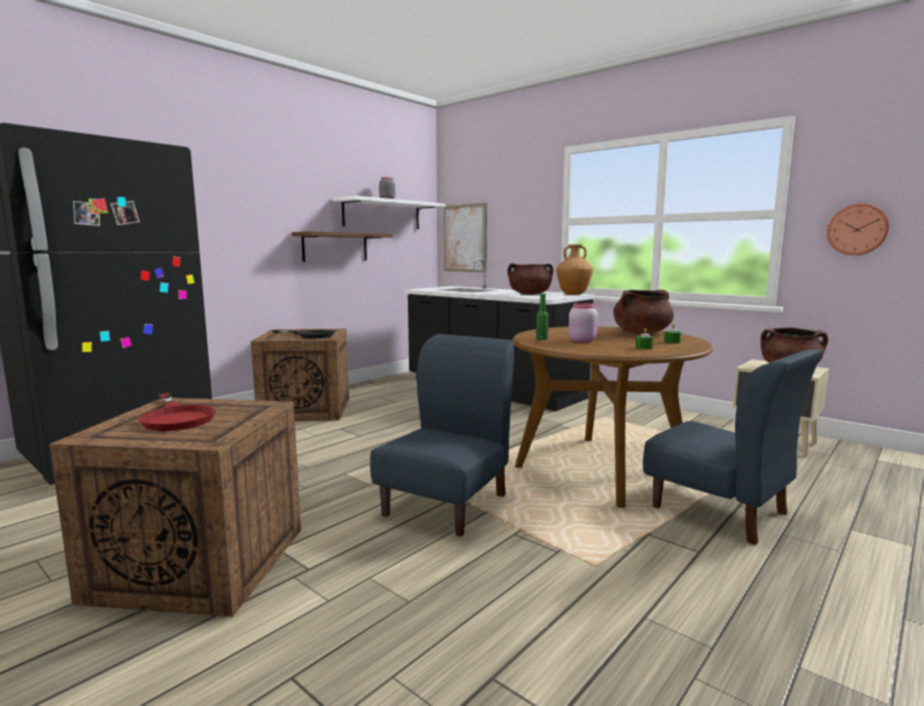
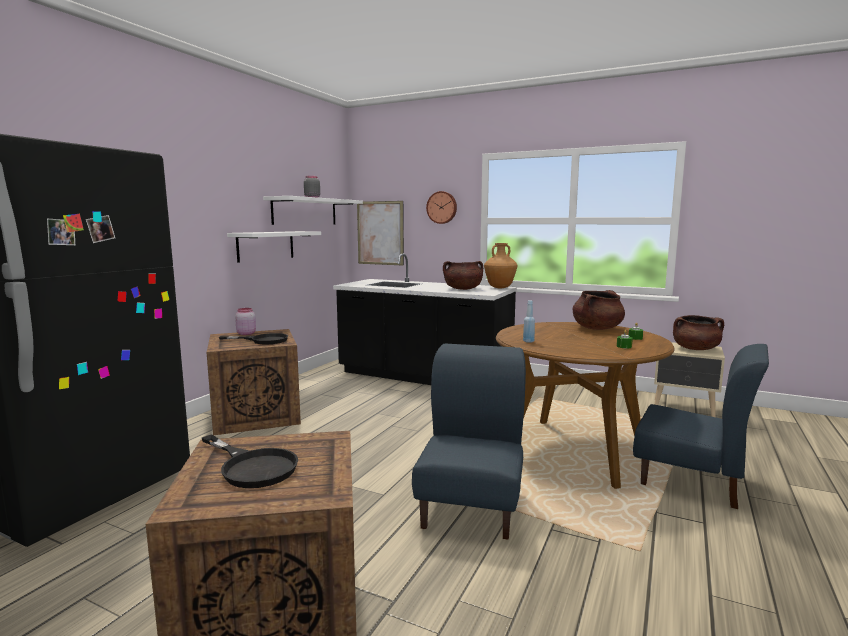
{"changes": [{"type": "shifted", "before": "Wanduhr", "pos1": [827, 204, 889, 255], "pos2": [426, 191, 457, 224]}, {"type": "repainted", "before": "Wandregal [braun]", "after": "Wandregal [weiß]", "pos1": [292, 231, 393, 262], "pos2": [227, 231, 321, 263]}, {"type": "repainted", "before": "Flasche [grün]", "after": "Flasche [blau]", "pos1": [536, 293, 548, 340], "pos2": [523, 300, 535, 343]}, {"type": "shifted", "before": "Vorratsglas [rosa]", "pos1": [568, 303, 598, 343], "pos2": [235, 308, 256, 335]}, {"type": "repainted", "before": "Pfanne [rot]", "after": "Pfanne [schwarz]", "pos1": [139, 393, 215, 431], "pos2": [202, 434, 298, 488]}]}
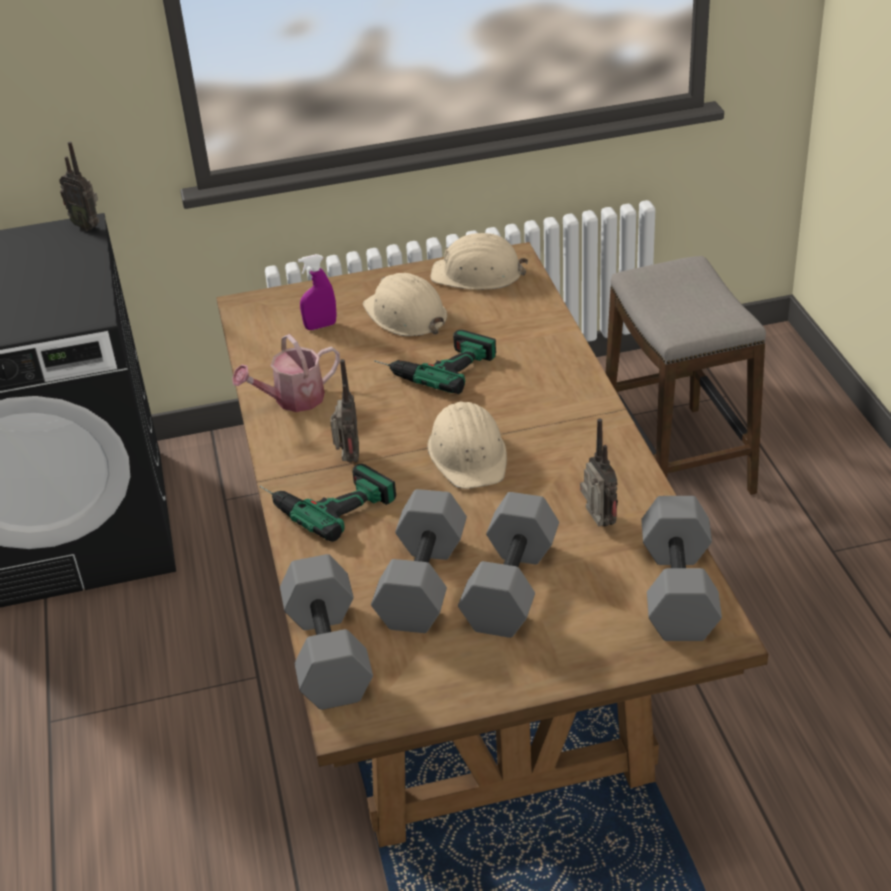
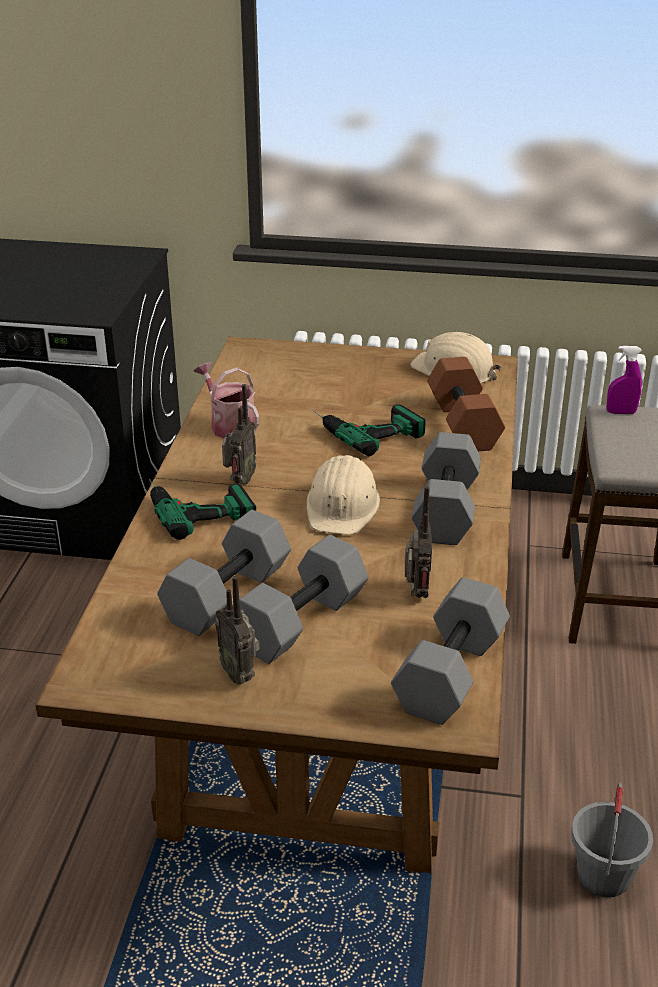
{"changes": [{"type": "shifted", "before": "Radio", "pos1": [59, 142, 100, 231], "pos2": [215, 576, 260, 685]}, {"type": "shifted", "before": "Sprühflasche [lila]", "pos1": [298, 254, 337, 330], "pos2": [607, 346, 642, 414]}, {"type": "gone", "before": "Schutzhelm [beige]", "pos1": [363, 273, 447, 336]}, {"type": "rotated", "before": "Gießkanne", "pos1": [232, 334, 340, 412], "pos2": [194, 362, 259, 438], "turn": 60}, {"type": "shifted", "before": "Hantel [grau]", "pos1": [280, 554, 373, 710], "pos2": [411, 432, 481, 545]}, {"type": "new", "after": "Hantel [braun]", "pos2": [427, 357, 505, 451]}, {"type": "new", "after": "Eimer [grau]", "pos2": [571, 782, 653, 898]}]}
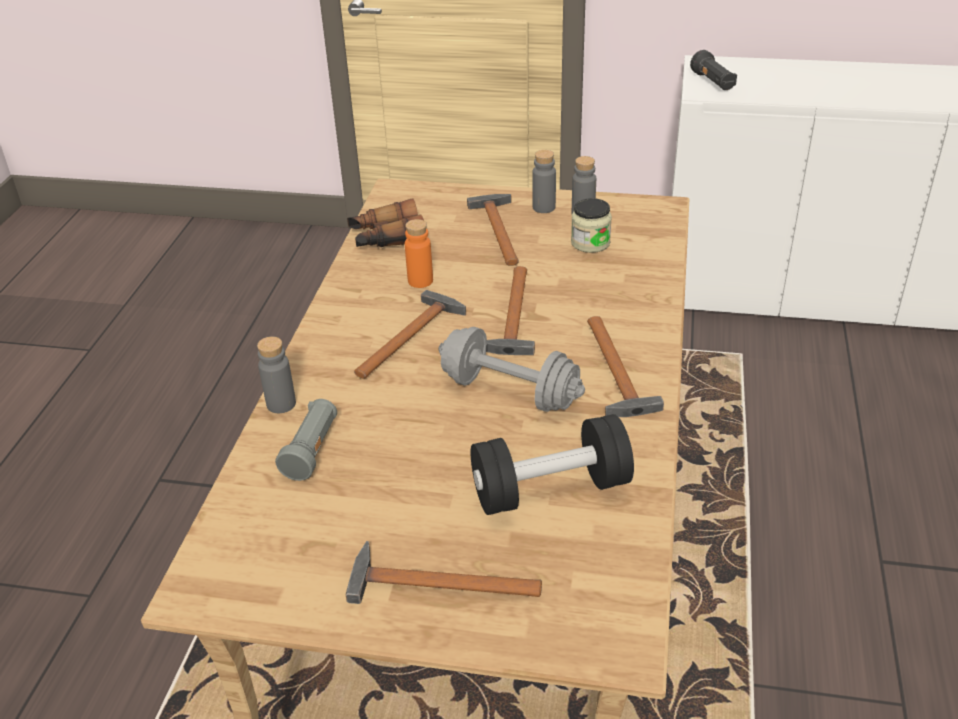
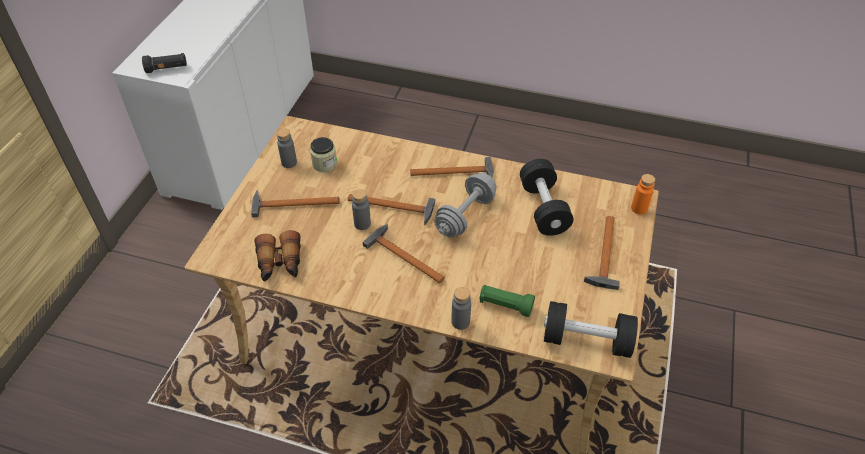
{"changes": [{"type": "shifted", "before": "Flasche [grau]", "pos1": [532, 150, 556, 213], "pos2": [352, 189, 371, 230]}, {"type": "shifted", "before": "Flasche [orange]", "pos1": [405, 219, 433, 288], "pos2": [631, 174, 655, 215]}, {"type": "repainted", "before": "Taschenlampe [grau]", "after": "Taschenlampe [grün]", "pos1": [275, 399, 337, 481], "pos2": [480, 285, 535, 317]}, {"type": "new", "after": "Hantel [schwarz]", "pos2": [544, 301, 638, 358]}]}
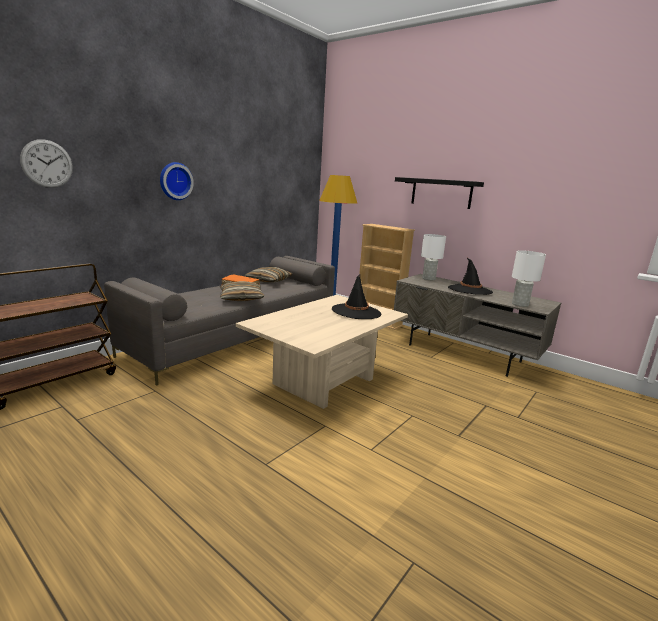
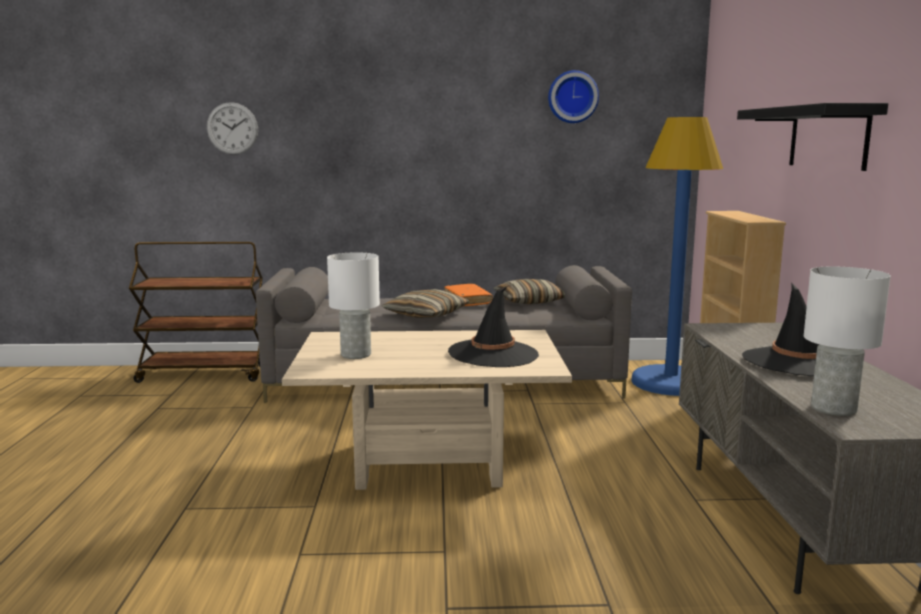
{"changes": [{"type": "shifted", "before": "Wanduhr", "pos1": [160, 162, 194, 200], "pos2": [548, 70, 599, 123]}, {"type": "shifted", "before": "Tischlampe [weiß]", "pos1": [421, 234, 446, 280], "pos2": [327, 252, 380, 359]}]}
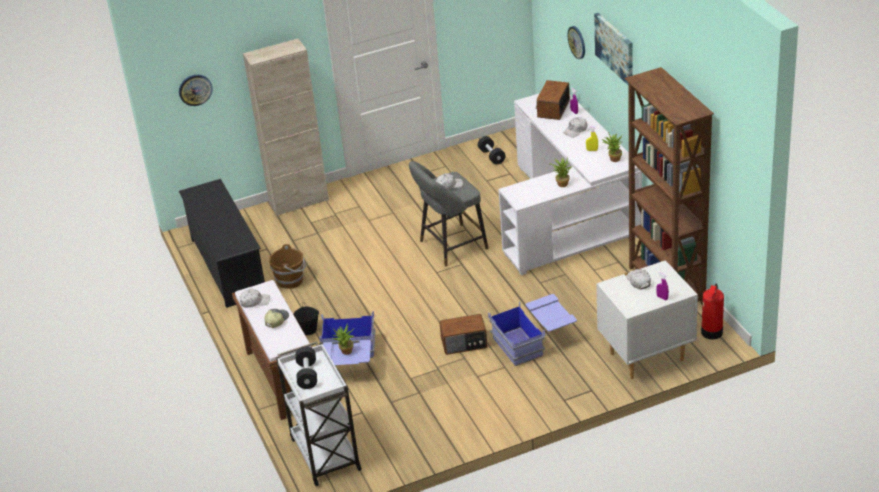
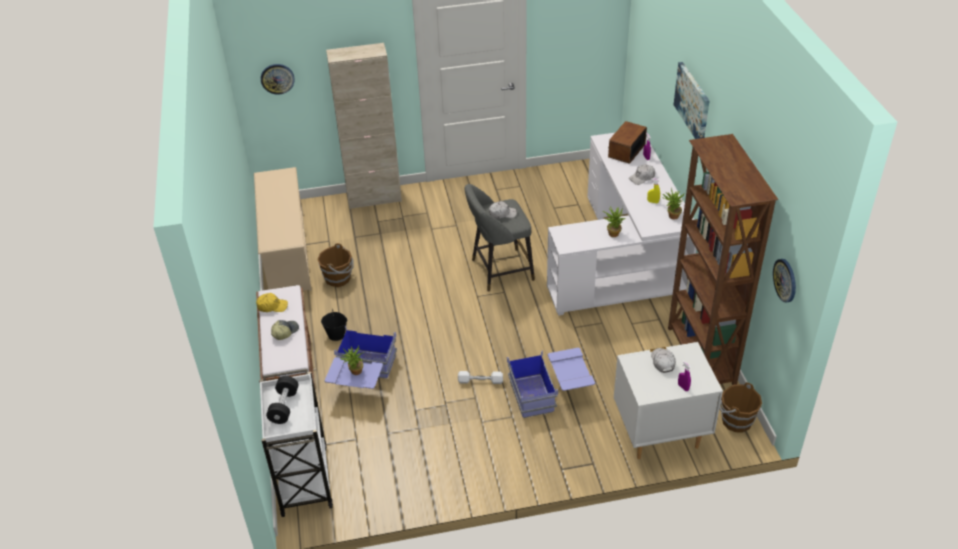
{"changes": [{"type": "shifted", "before": "Wanduhr", "pos1": [568, 26, 585, 59], "pos2": [773, 259, 796, 303]}, {"type": "gone", "before": "Hantel [schwarz]", "pos1": [478, 136, 506, 165]}, {"type": "repainted", "before": "Schuhregal [schwarz]", "after": "Schuhregal [beige]", "pos1": [179, 179, 265, 308], "pos2": [254, 167, 312, 291]}, {"type": "swapped", "before": "Feuerlöscher", "after": "Eimer [braun]", "pos1": [701, 284, 724, 339], "pos2": [720, 382, 762, 432]}, {"type": "repainted", "before": "Kappe [weiß]", "after": "Kappe [gelb]", "pos1": [239, 289, 270, 308], "pos2": [256, 293, 288, 312]}, {"type": "swapped", "before": "Radio", "after": "Hantel [weiß]", "pos1": [439, 314, 487, 355], "pos2": [458, 371, 503, 384]}]}
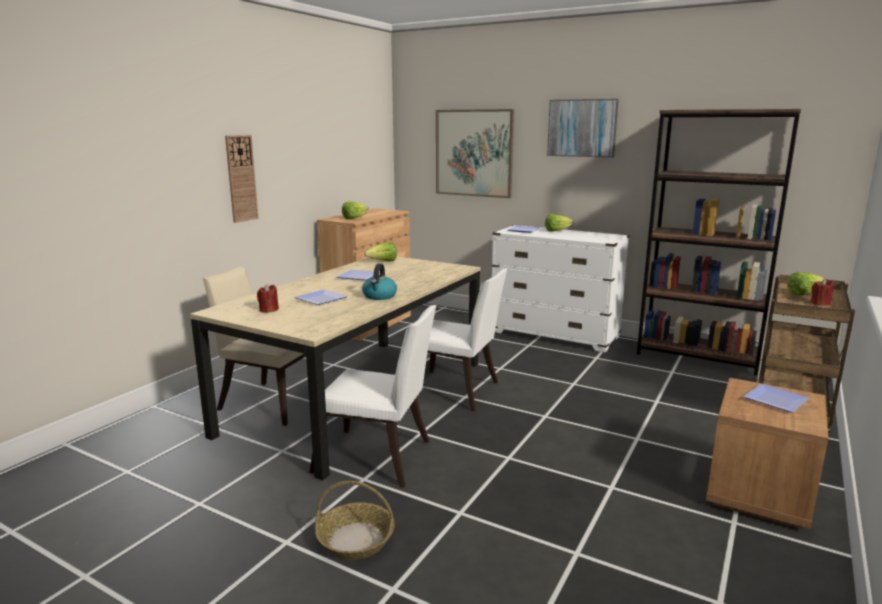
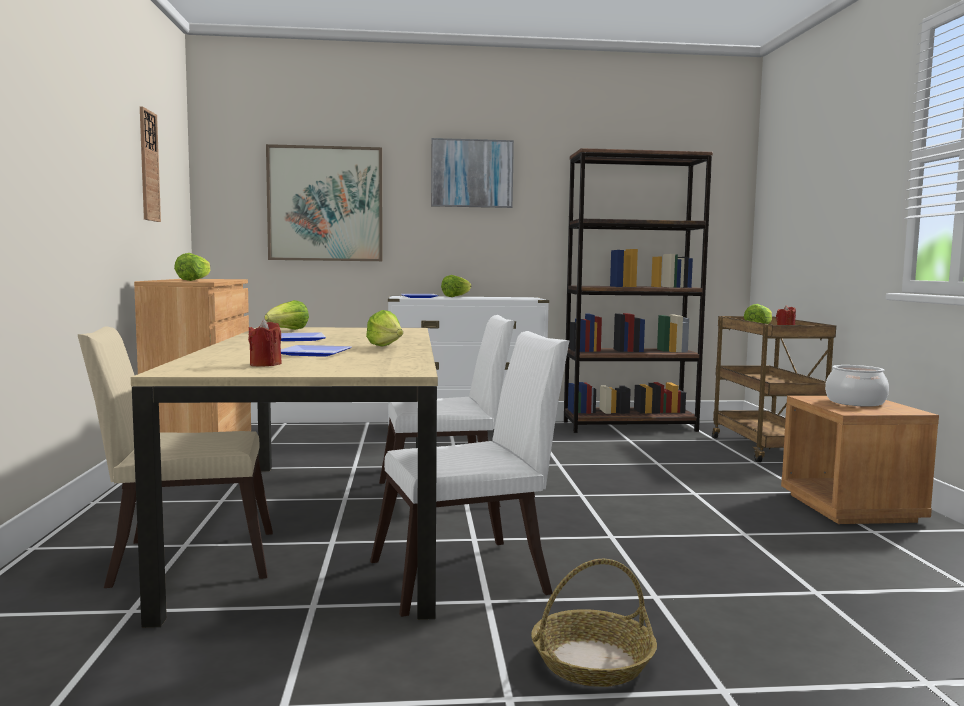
{"changes": [{"type": "shifted", "before": "Wanduhr", "pos1": [225, 135, 259, 223], "pos2": [140, 107, 161, 222]}, {"type": "swapped", "before": "Wasserkessel", "after": "Salatkopf", "pos1": [362, 264, 397, 300], "pos2": [366, 310, 403, 346]}, {"type": "swapped", "before": "Teller", "after": "Kochtopf", "pos1": [743, 384, 810, 413], "pos2": [825, 365, 889, 407]}]}
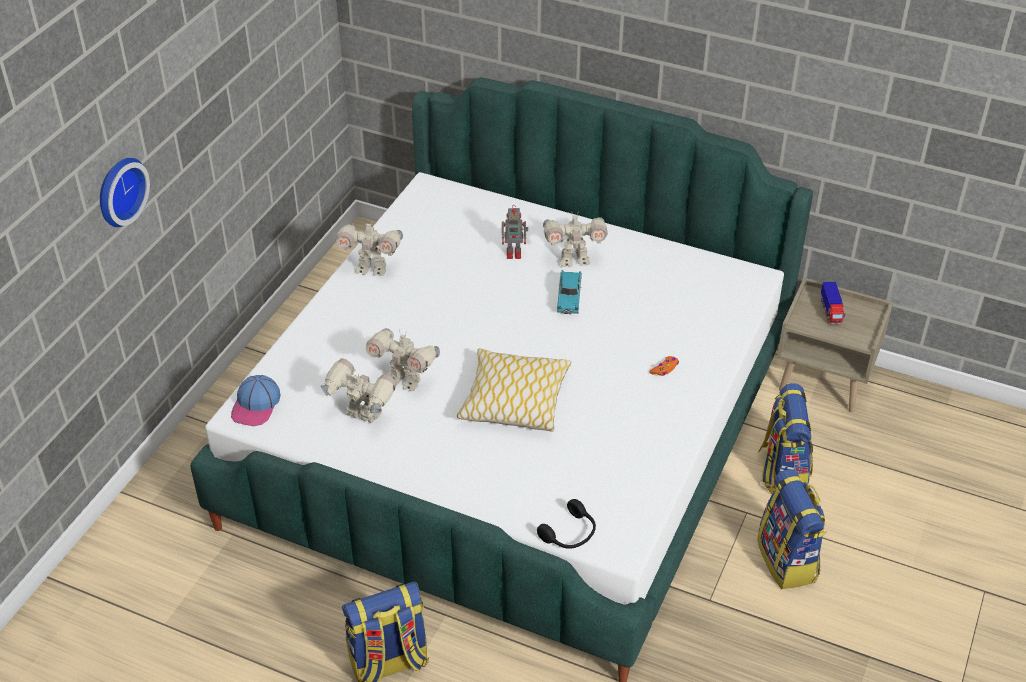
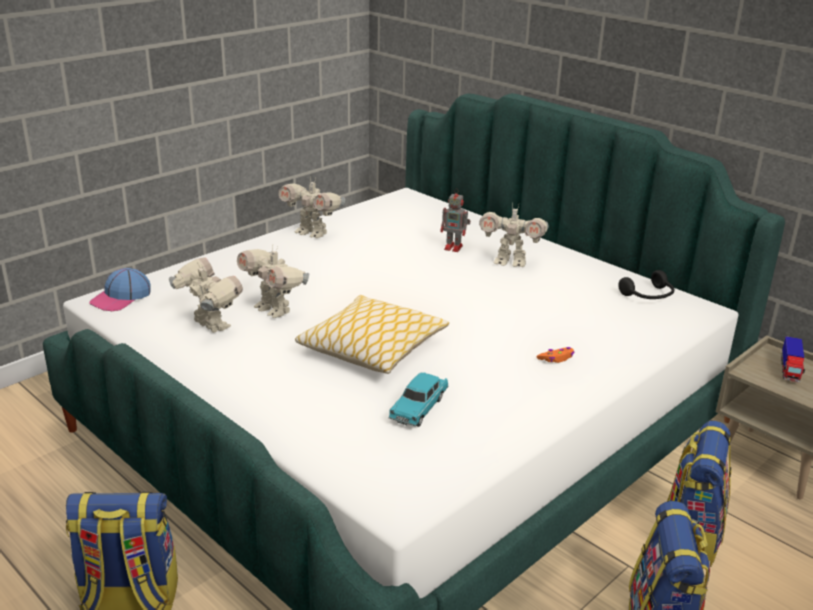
{"changes": [{"type": "gone", "before": "Wanduhr", "pos1": [100, 158, 150, 227]}, {"type": "shifted", "before": "Spielzeugauto [türkis]", "pos1": [557, 270, 582, 314], "pos2": [389, 372, 448, 427]}, {"type": "shifted", "before": "Kopfhörer [schwarz]", "pos1": [537, 499, 596, 549], "pos2": [618, 270, 675, 299]}]}
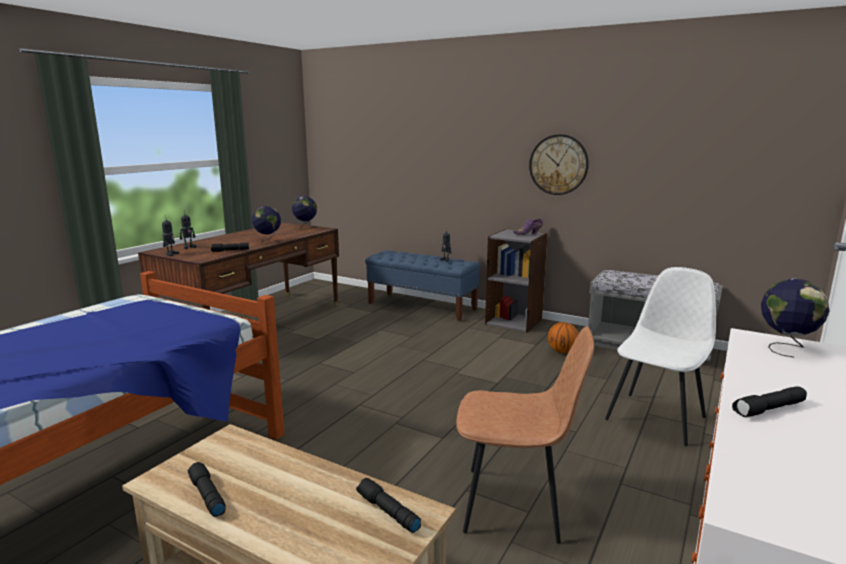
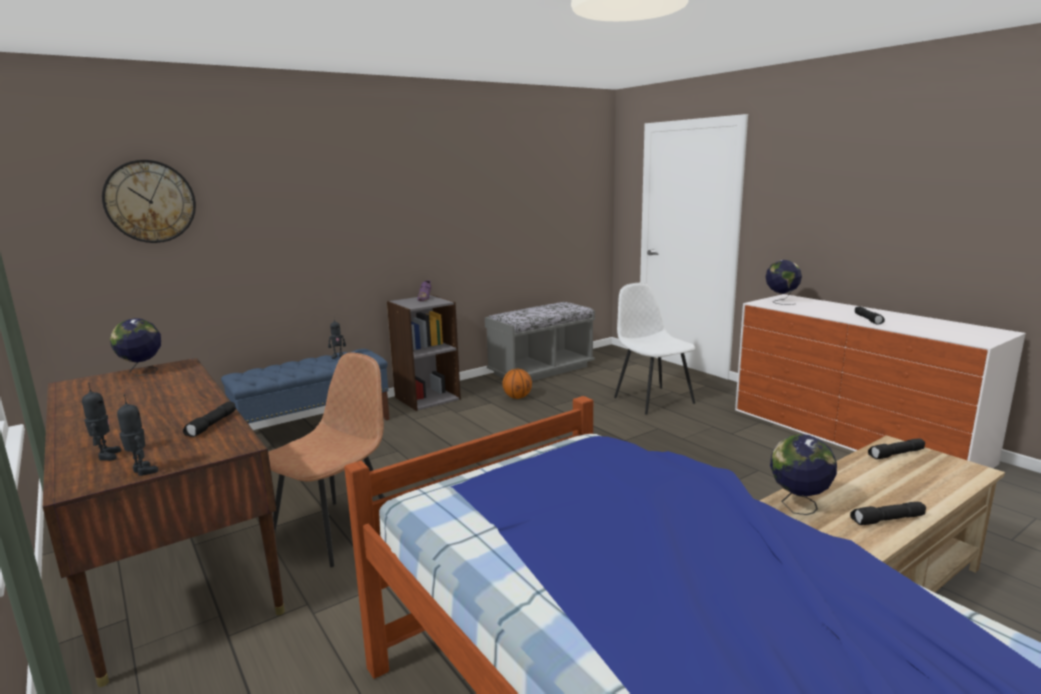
{"changes": [{"type": "shifted", "before": "Wanduhr", "pos1": [529, 134, 589, 195], "pos2": [102, 160, 196, 243]}, {"type": "shifted", "before": "Globus", "pos1": [252, 206, 281, 244], "pos2": [770, 434, 837, 515]}, {"type": "shifted", "before": "Stuhl [braun]", "pos1": [456, 326, 594, 544], "pos2": [268, 352, 384, 567]}]}
